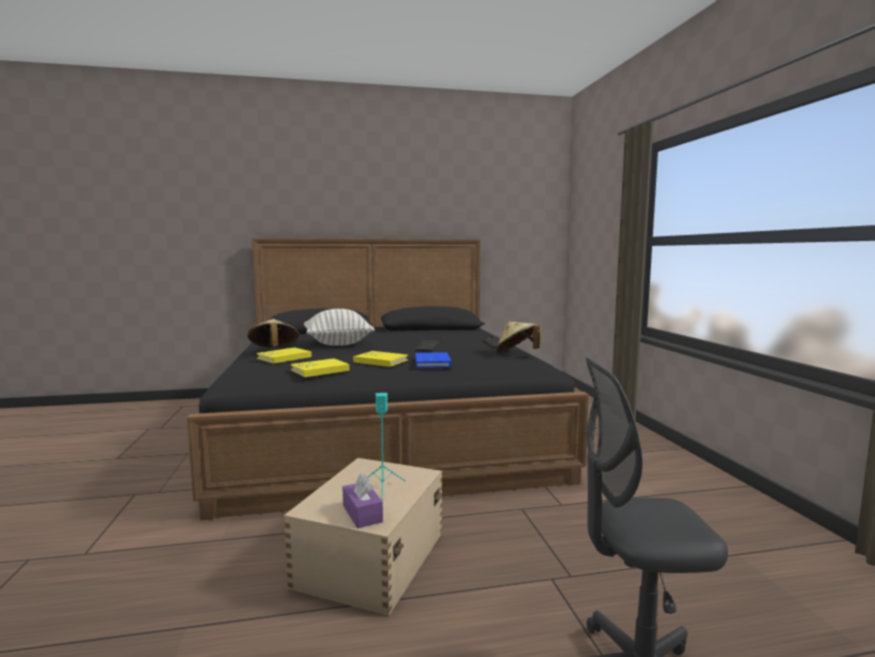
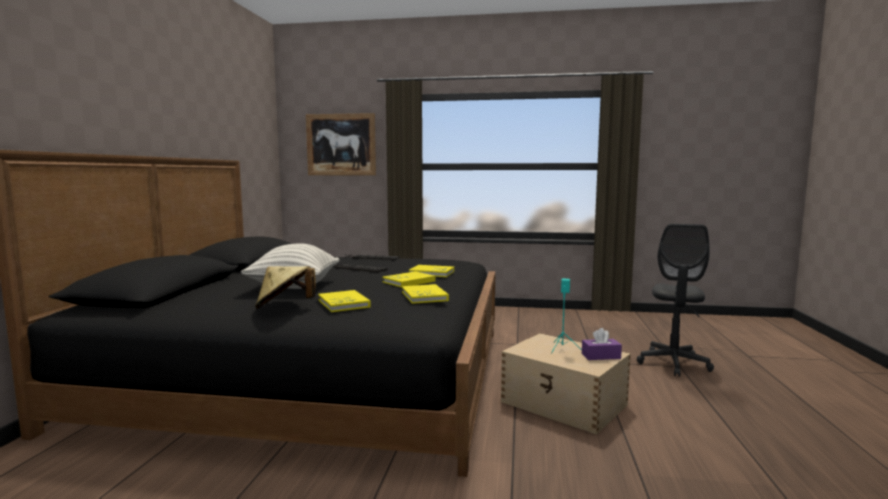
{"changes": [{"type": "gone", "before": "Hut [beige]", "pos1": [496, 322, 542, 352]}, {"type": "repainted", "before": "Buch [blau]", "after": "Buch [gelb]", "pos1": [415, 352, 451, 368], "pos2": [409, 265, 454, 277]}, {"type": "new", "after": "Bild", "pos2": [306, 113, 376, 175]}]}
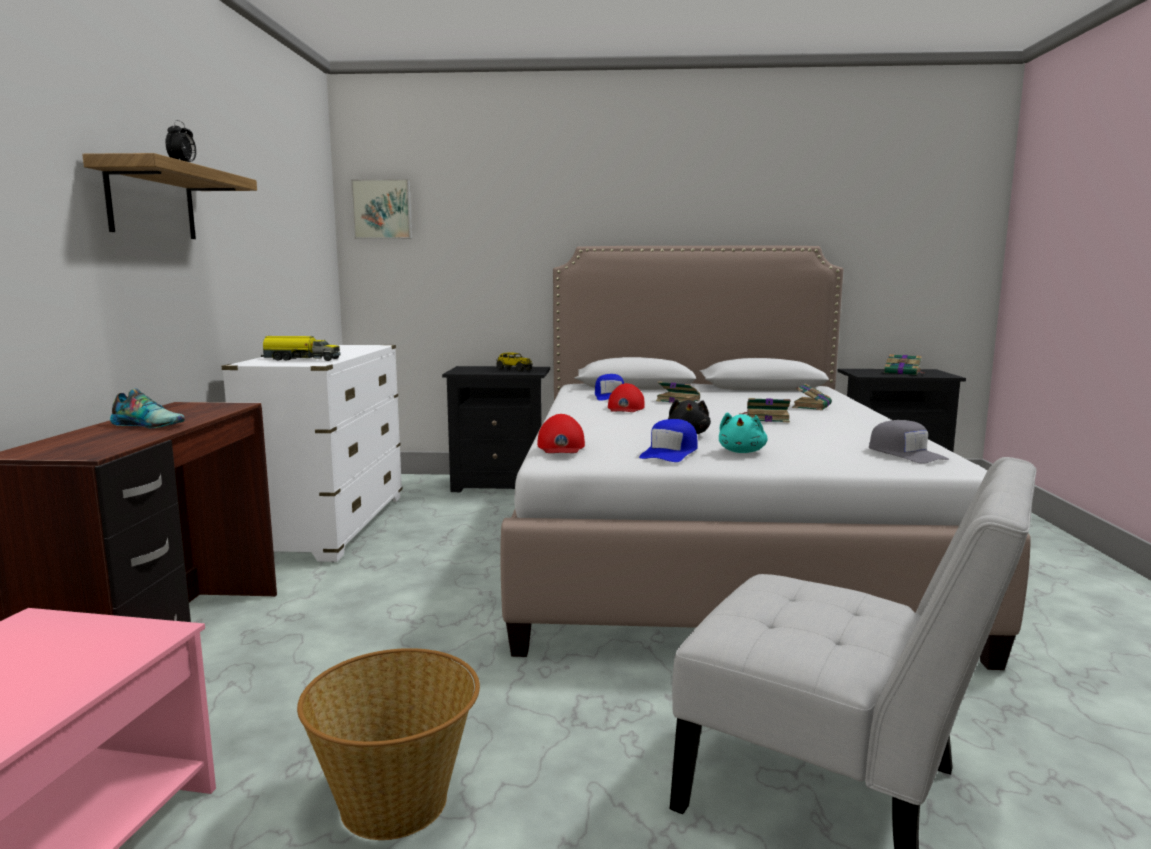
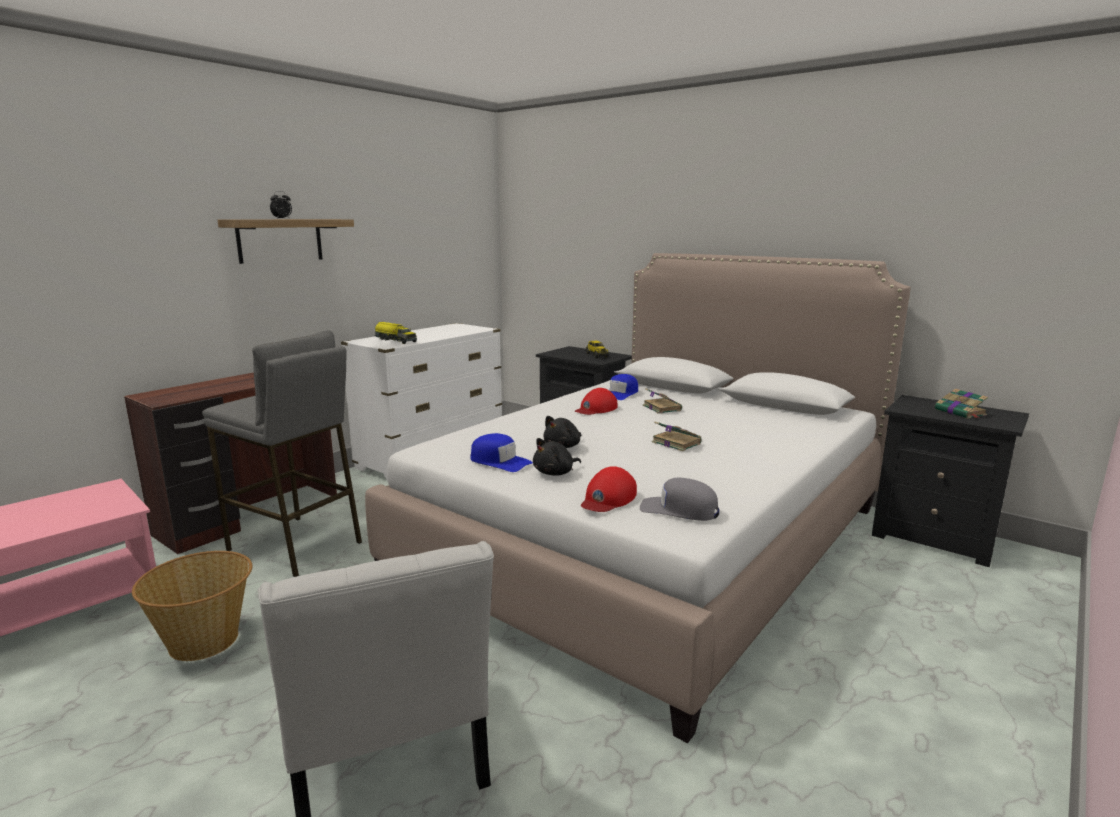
{"changes": [{"type": "gone", "before": "Bild", "pos1": [351, 179, 412, 239]}, {"type": "gone", "before": "Buch", "pos1": [792, 383, 832, 410]}, {"type": "gone", "before": "Schuh", "pos1": [110, 388, 185, 428]}, {"type": "repainted", "before": "Plüschtier [türkis]", "after": "Plüschtier [schwarz]", "pos1": [719, 412, 767, 453], "pos2": [533, 438, 581, 476]}, {"type": "shifted", "before": "Kappe [rot]", "pos1": [537, 414, 585, 453], "pos2": [581, 466, 637, 512]}, {"type": "rotated", "before": "Kappe [blau]", "pos1": [639, 419, 697, 462], "pos2": [470, 433, 533, 472], "turn": -120}, {"type": "rotated", "before": "Kappe [grau]", "pos1": [869, 420, 949, 464], "pos2": [640, 478, 719, 521], "turn": 105}, {"type": "new", "after": "Hocker [grau]", "pos2": [202, 330, 362, 577]}]}
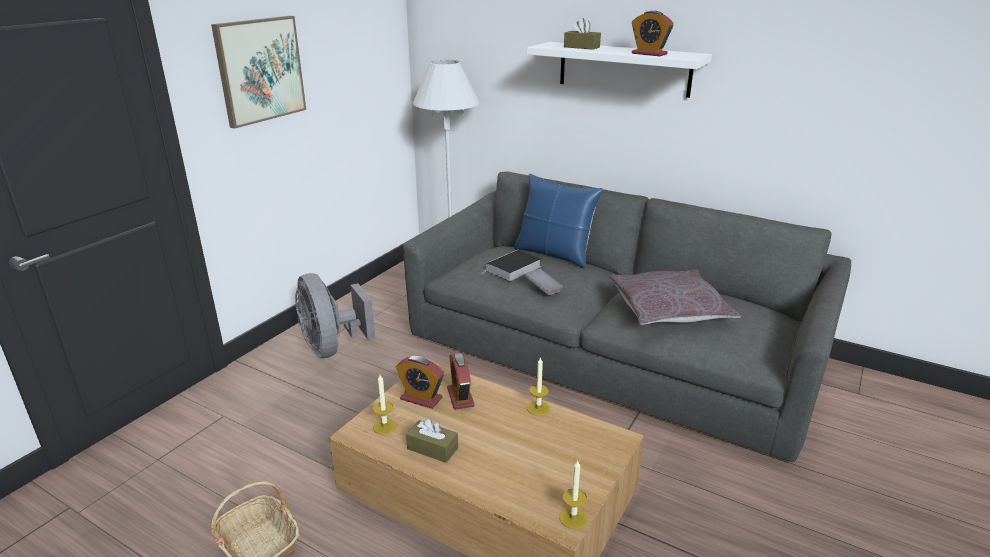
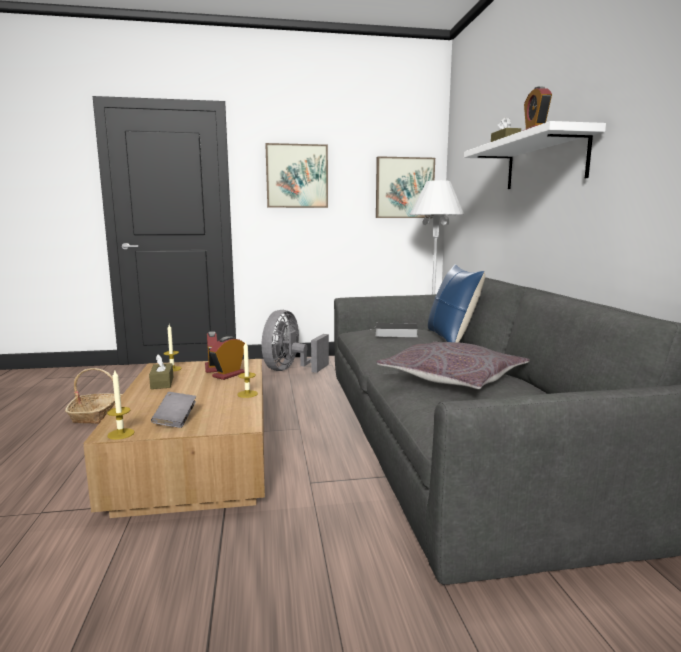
{"changes": [{"type": "shifted", "before": "Buch [grau]", "pos1": [525, 269, 563, 295], "pos2": [151, 392, 196, 428]}, {"type": "new", "after": "Bild", "pos2": [376, 156, 435, 218]}]}
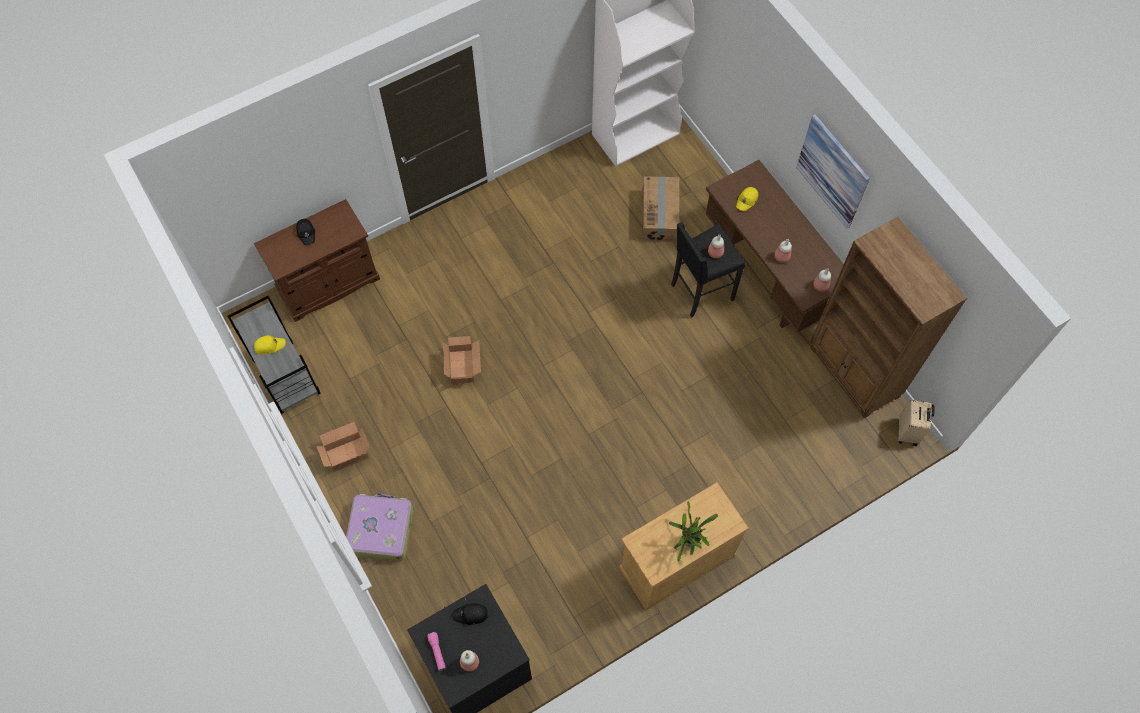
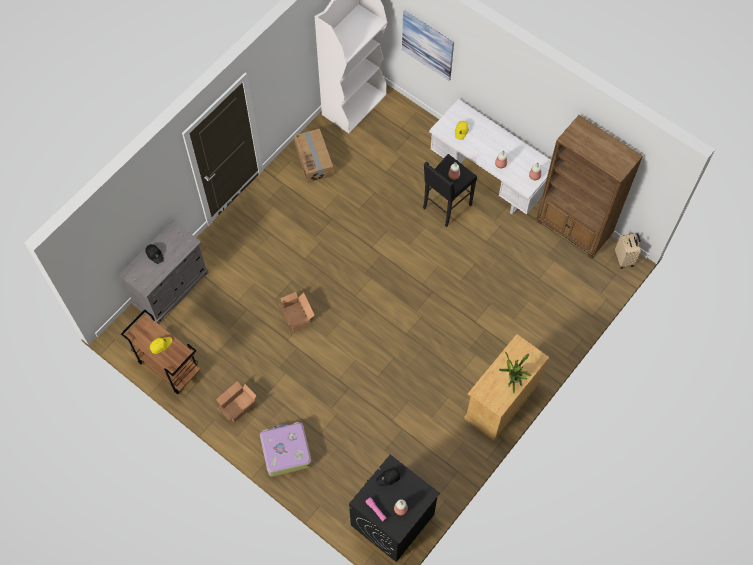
{"changes": [{"type": "shifted", "before": "Bild", "pos1": [796, 114, 870, 229], "pos2": [402, 11, 454, 81]}, {"type": "repainted", "before": "Schreibtisch [braun]", "after": "Schreibtisch [weiß]", "pos1": [705, 160, 844, 333], "pos2": [429, 99, 551, 215]}, {"type": "shifted", "before": "Karton", "pos1": [642, 176, 679, 242], "pos2": [294, 129, 334, 183]}, {"type": "repainted", "before": "Schrank [braun]", "after": "Schrank [grau]", "pos1": [254, 199, 380, 322], "pos2": [119, 221, 209, 324]}, {"type": "repainted", "before": "Rollwagen [grau]", "after": "Rollwagen [braun]", "pos1": [228, 296, 321, 414], "pos2": [121, 310, 201, 394]}]}
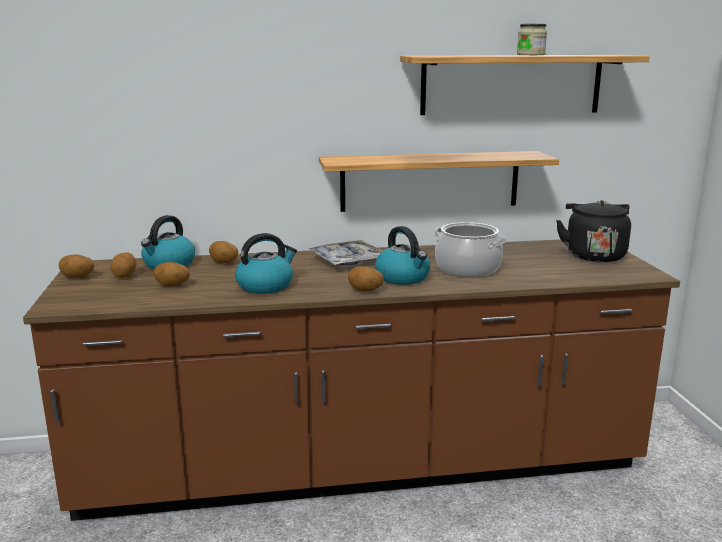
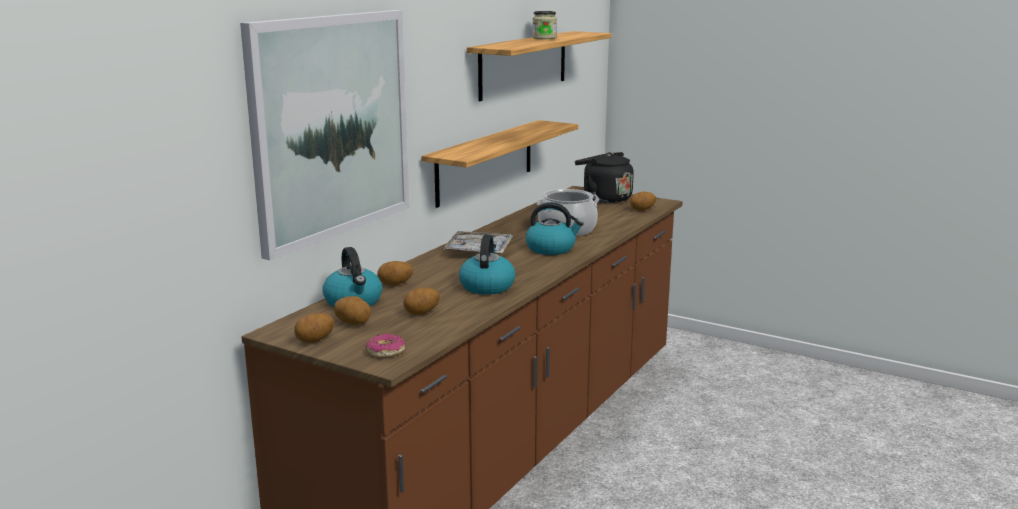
{"changes": [{"type": "shifted", "before": "Kartoffel", "pos1": [348, 266, 384, 292], "pos2": [630, 192, 656, 211]}, {"type": "new", "after": "Bild", "pos2": [240, 10, 410, 260]}, {"type": "new", "after": "Donut", "pos2": [366, 334, 405, 357]}]}
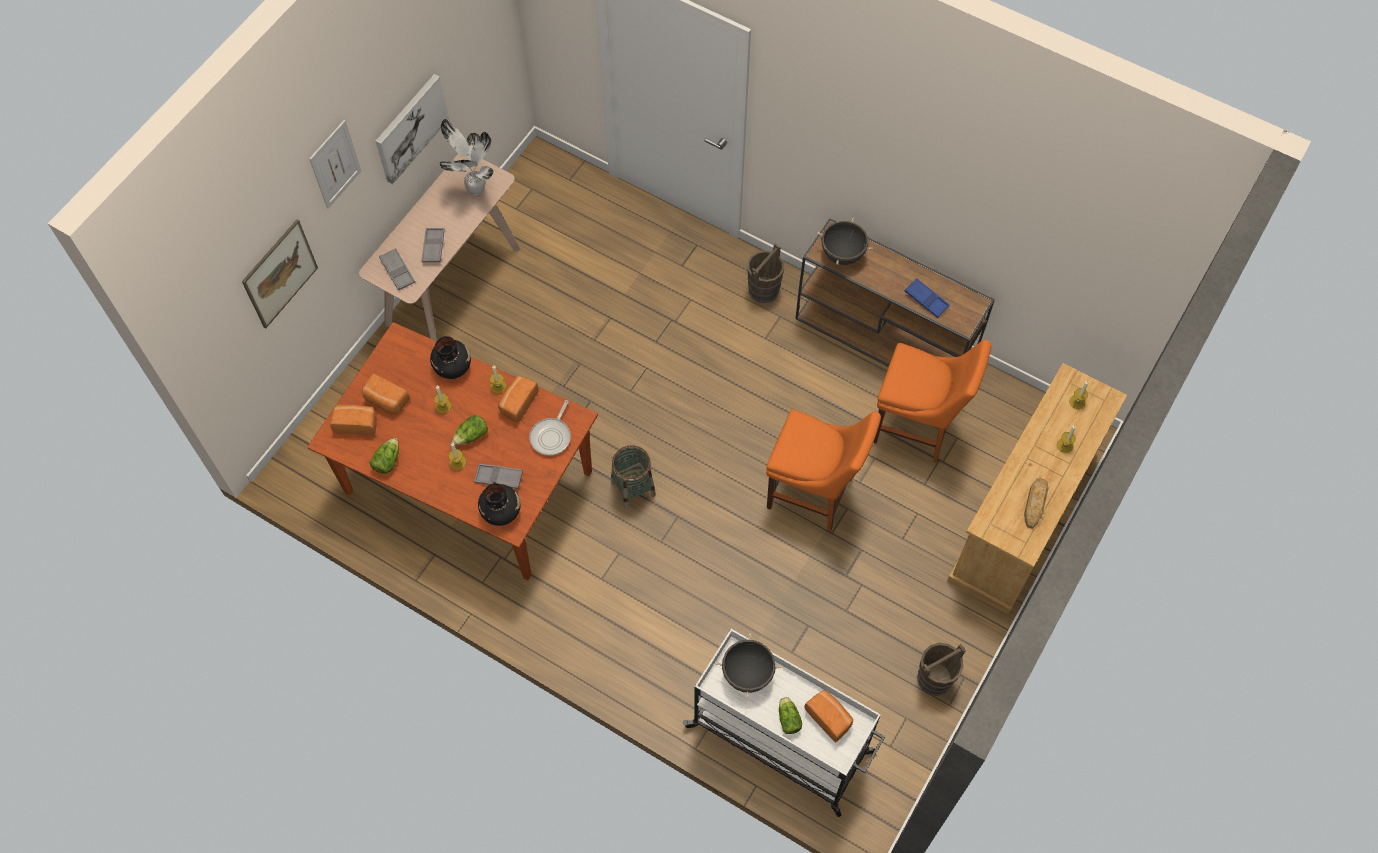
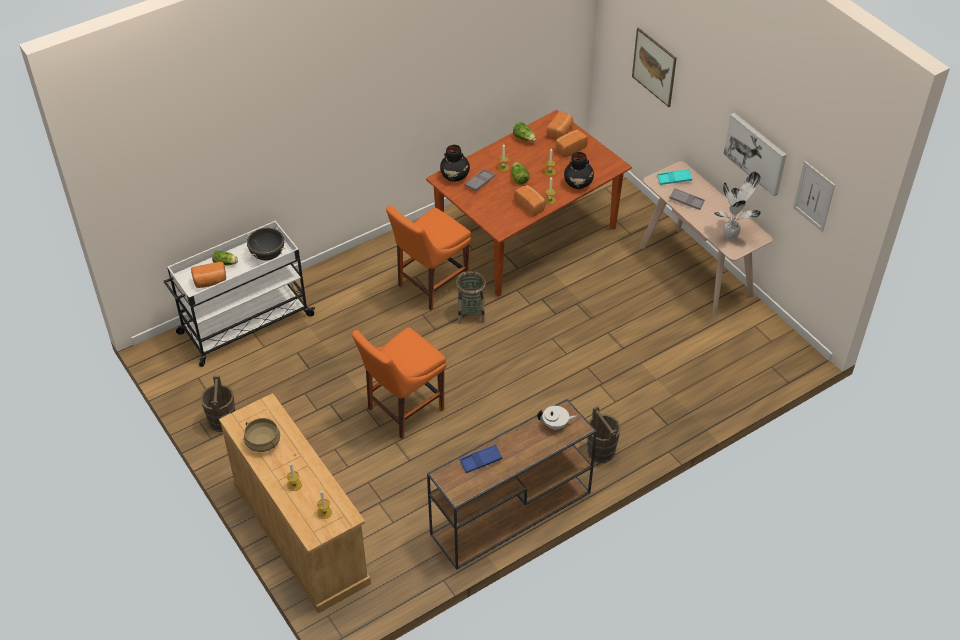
{"changes": [{"type": "shifted", "before": "Bild", "pos1": [309, 120, 361, 209], "pos2": [793, 161, 835, 232]}, {"type": "swapped", "before": "Kochtopf [schwarz]", "after": "Teekanne [weiß]", "pos1": [817, 218, 873, 265], "pos2": [537, 406, 577, 430]}, {"type": "repainted", "before": "Tablett [grau]", "after": "Tablett [türkis]", "pos1": [379, 248, 415, 290], "pos2": [657, 169, 692, 185]}, {"type": "shifted", "before": "Stuhl [orange]", "pos1": [873, 340, 991, 463], "pos2": [386, 205, 471, 310]}, {"type": "gone", "before": "Pfanne", "pos1": [529, 400, 571, 456]}, {"type": "swapped", "before": "Brot", "after": "Kochtopf [beige]", "pos1": [1024, 478, 1049, 529], "pos2": [244, 418, 280, 452]}]}
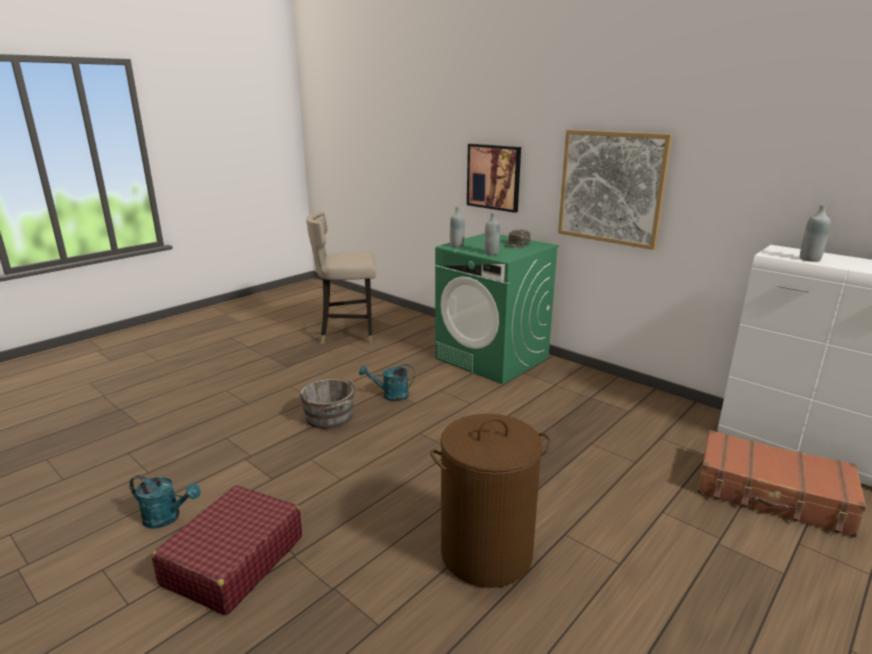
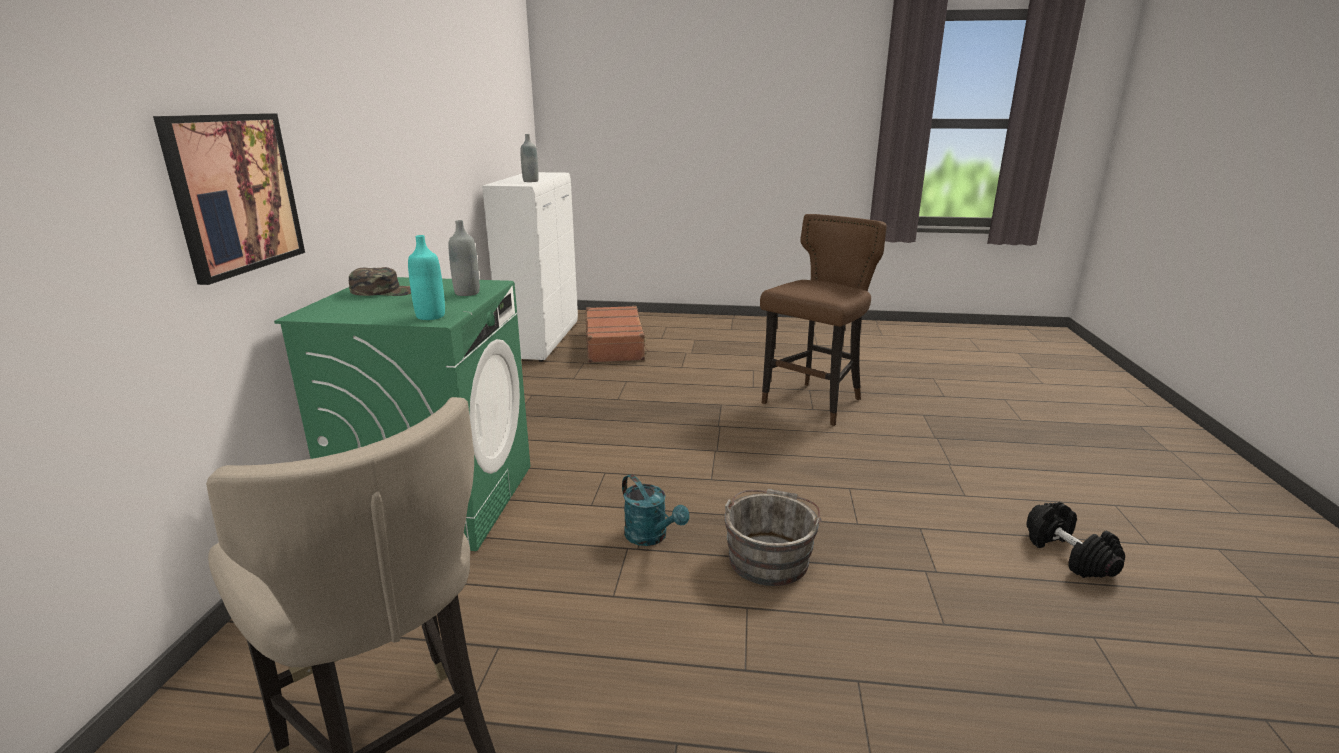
{"changes": [{"type": "gone", "before": "Bild", "pos1": [558, 130, 672, 250]}, {"type": "repainted", "before": "Flasche [grau]", "after": "Flasche [türkis]", "pos1": [450, 207, 465, 247], "pos2": [408, 235, 445, 320]}, {"type": "swapped", "before": "Wäschekorb [braun]", "after": "Hocker [braun]", "pos1": [430, 414, 550, 588], "pos2": [760, 214, 887, 426]}, {"type": "swapped", "before": "Gießkanne [türkis]", "after": "Hantel [schwarz]", "pos1": [129, 475, 201, 529], "pos2": [1027, 502, 1125, 578]}, {"type": "gone", "before": "Koffer [rot]", "pos1": [152, 485, 302, 615]}]}
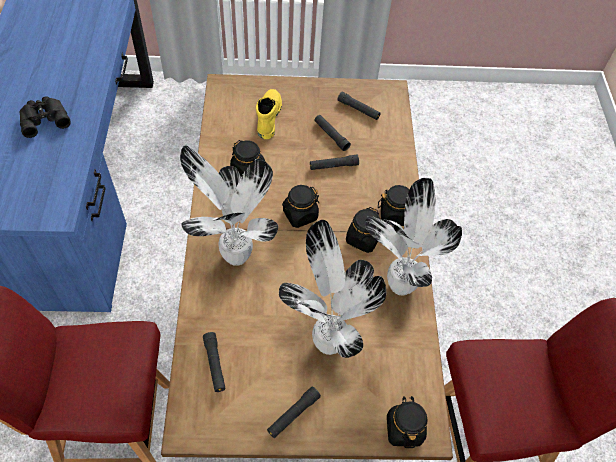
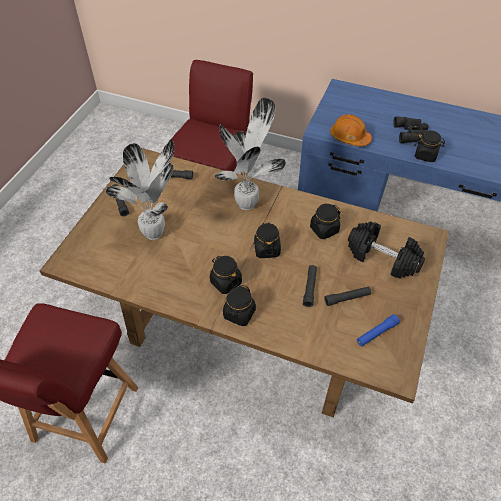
{"changes": [{"type": "swapped", "before": "Stiefel [gelb]", "after": "Hantel [schwarz]", "pos1": [256, 89, 282, 139], "pos2": [348, 221, 425, 279]}, {"type": "repainted", "before": "Taschenlampe [schwarz]", "after": "Taschenlampe [blau]", "pos1": [337, 92, 380, 120], "pos2": [357, 314, 400, 346]}, {"type": "gone", "before": "Topfpflanze", "pos1": [365, 178, 462, 295]}, {"type": "shifted", "before": "Vorratsglas [schwarz]", "pos1": [387, 396, 428, 448], "pos2": [414, 131, 445, 162]}, {"type": "new", "after": "Schutzhelm [orange]", "pos2": [330, 114, 372, 147]}]}
